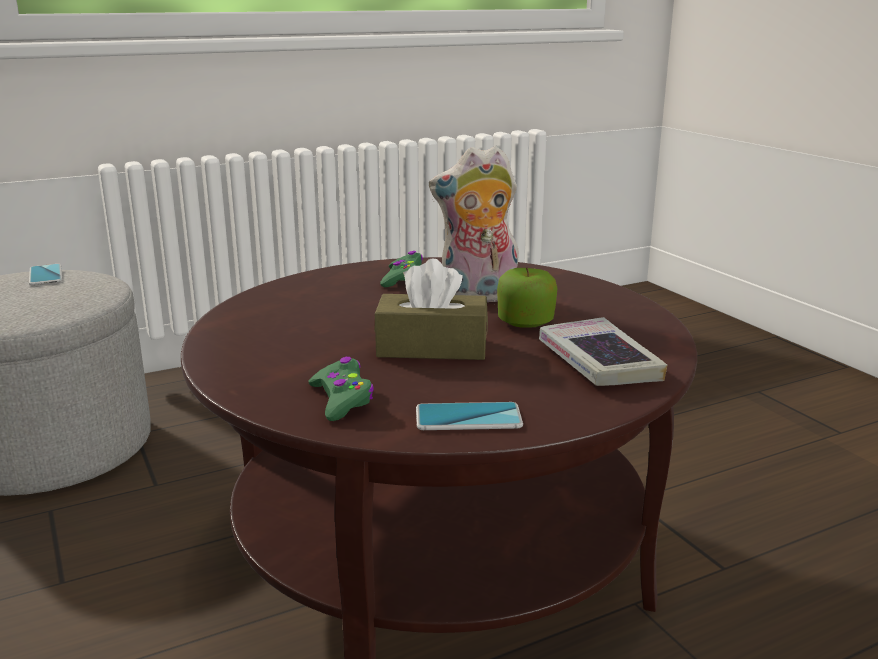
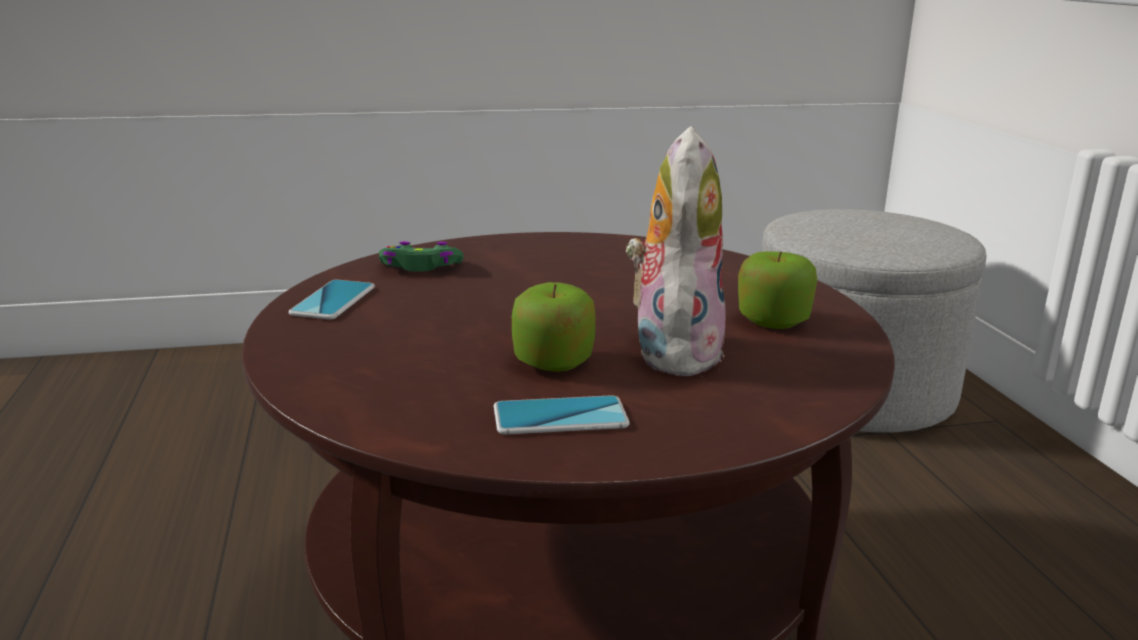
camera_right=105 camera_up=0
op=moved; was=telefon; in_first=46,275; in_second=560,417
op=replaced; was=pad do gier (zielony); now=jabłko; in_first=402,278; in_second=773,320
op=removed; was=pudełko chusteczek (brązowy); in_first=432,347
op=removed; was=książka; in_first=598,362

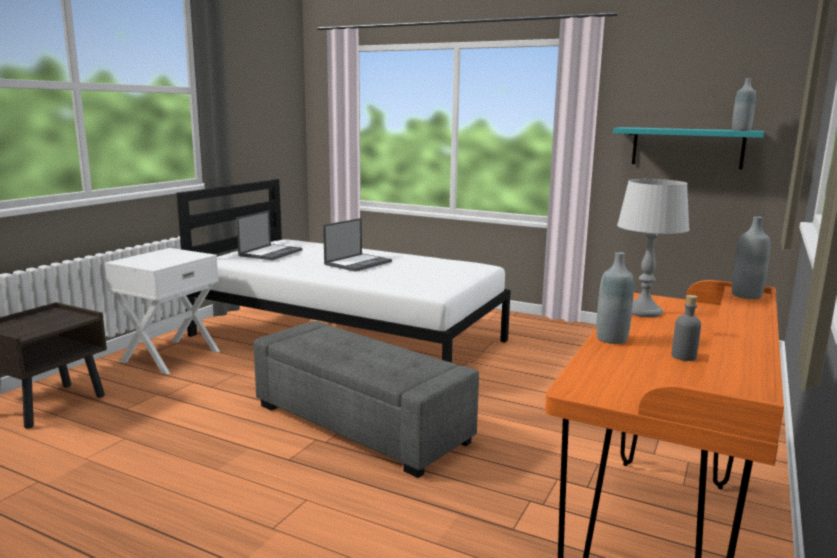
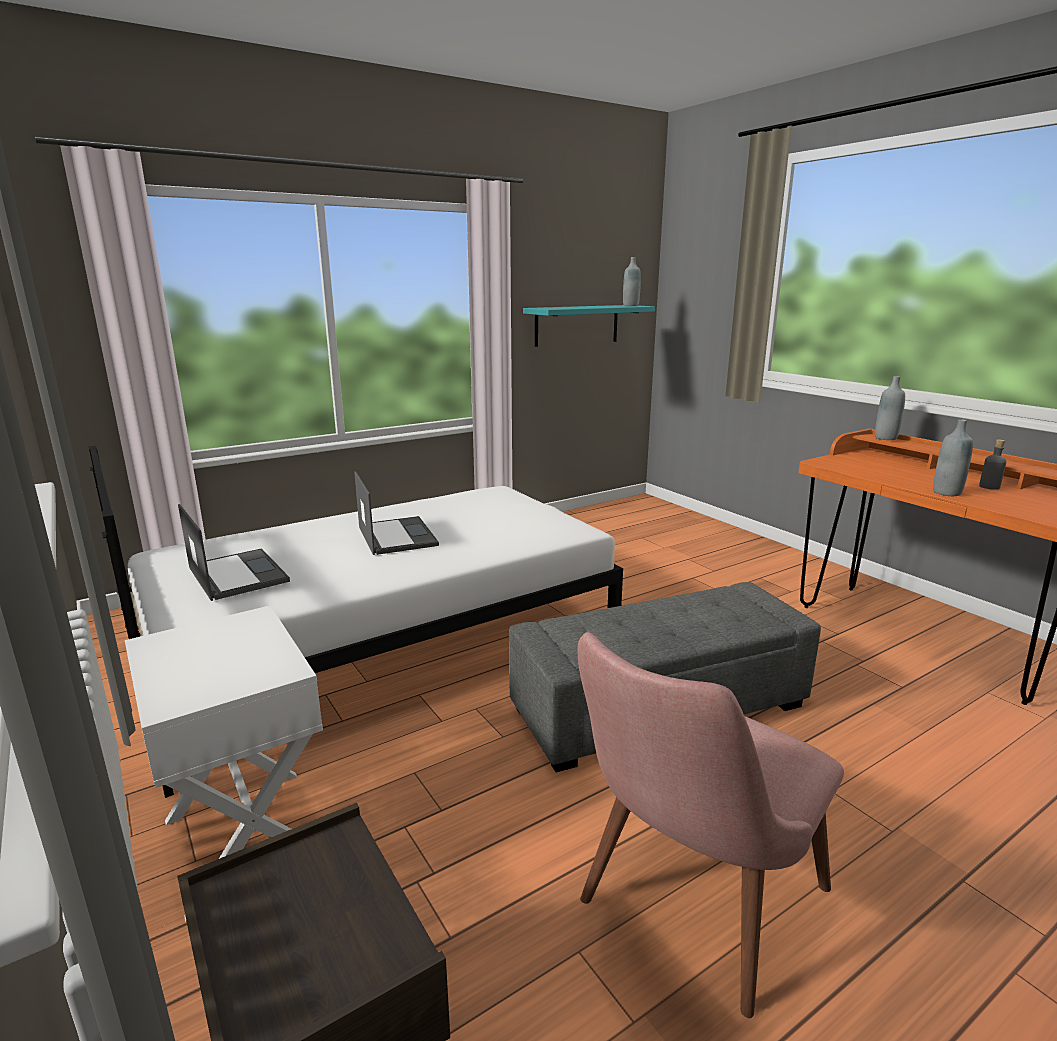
camera_right=-60 camera_up=5
op=added; now=krzesło (różowy); in_second=689,913
op=removed; was=lampa stołowa (szary); in_first=643,312

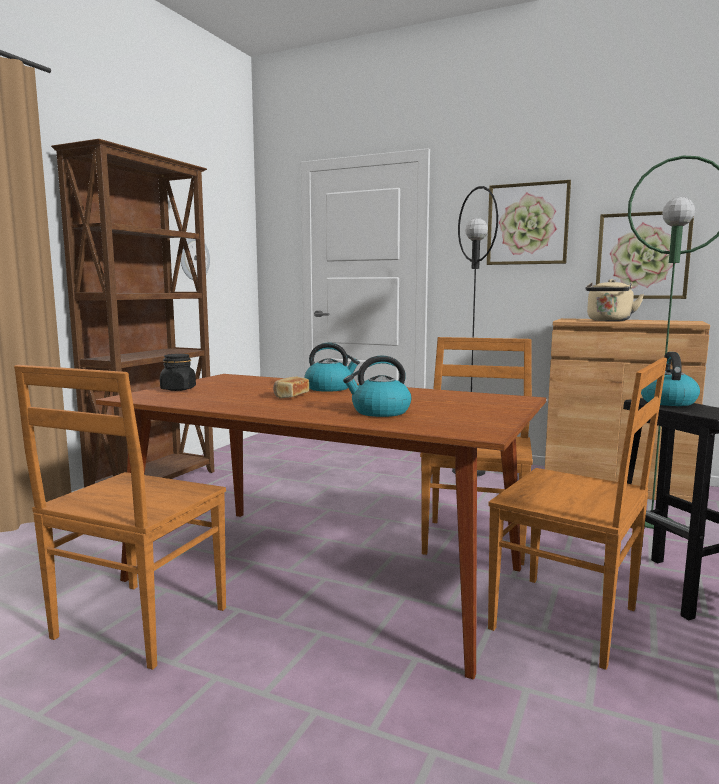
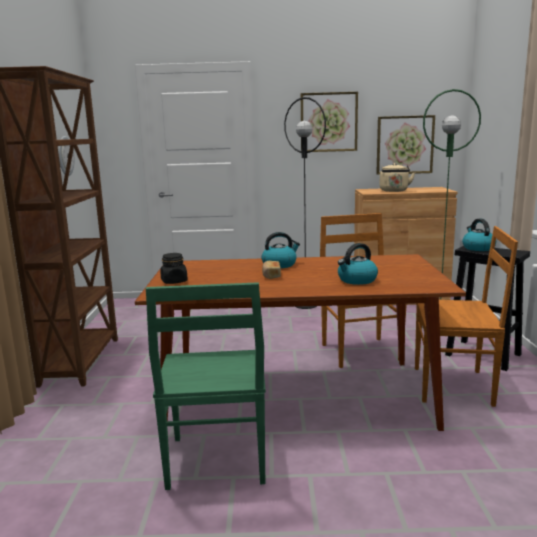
camera_right=-25 camera_up=5
op=recoloured; was=krzesło (brązowy); now=krzesło (zielony); in_first=137,625; in_second=216,462

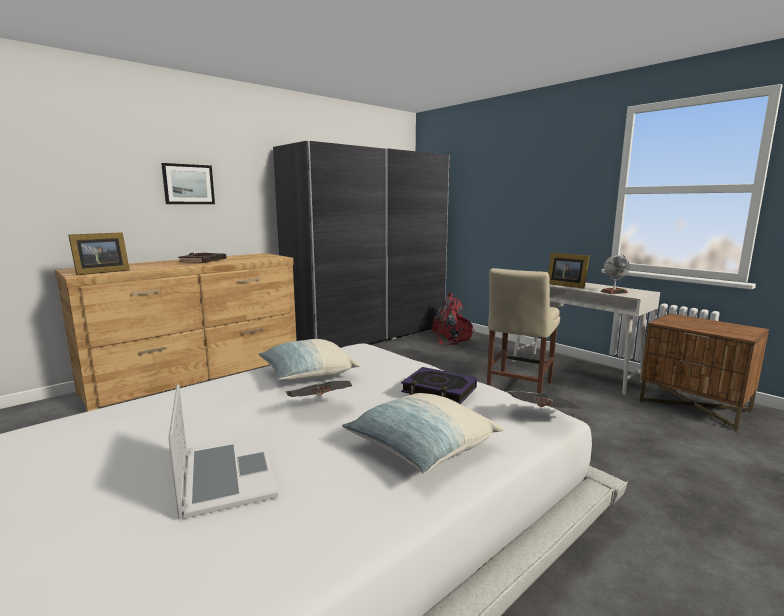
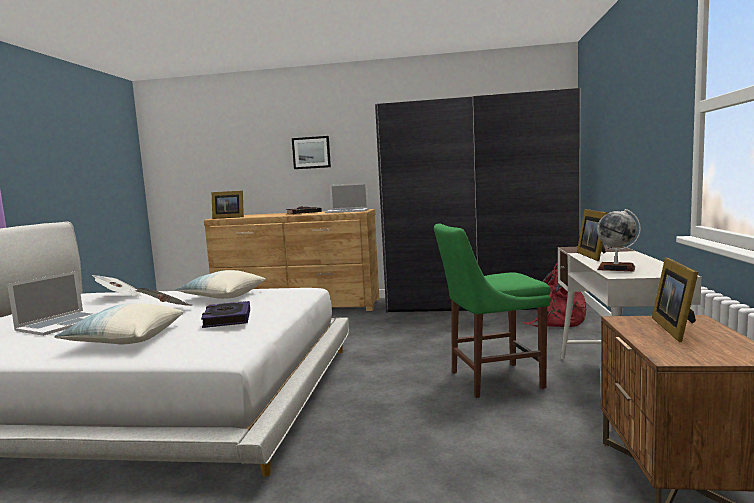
camera_right=50 camera_up=-5
op=moved; was=gazeta; in_first=541,418; in_second=120,297
op=added; now=laptop; in_second=347,211
op=recoloured; was=krzesło (beżowy); now=krzesło (zielony); in_first=518,388; in_second=491,380
op=added; now=ramka na zdjęcie; in_second=676,328

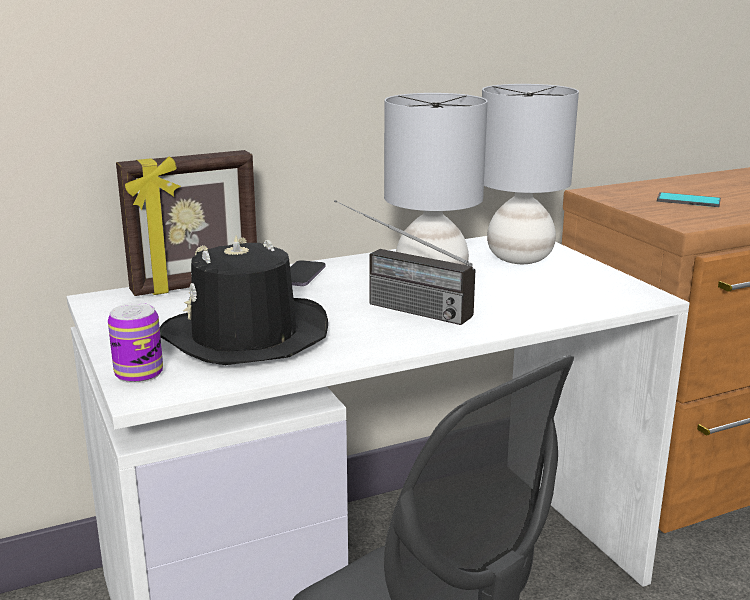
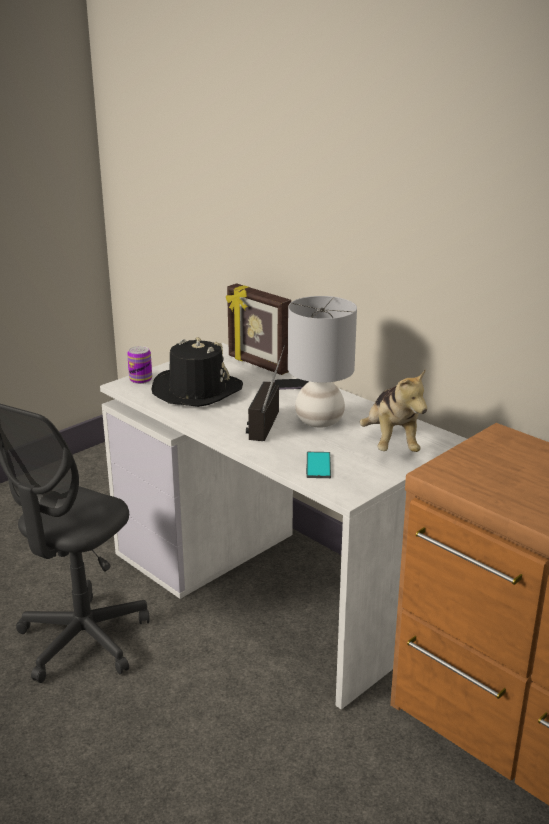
camera_right=70 camera_up=5
op=moved; was=telefon; in_first=688,201; in_second=318,465
op=replaced; was=lampa stołowa (szary); now=pluszak; in_first=518,258; in_second=391,443

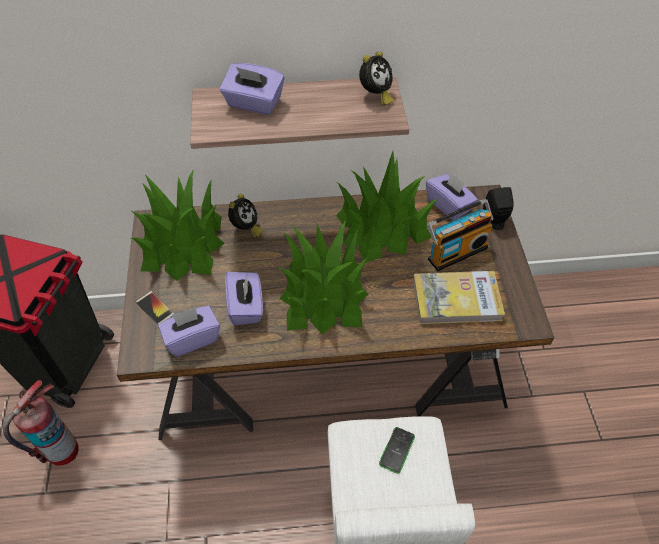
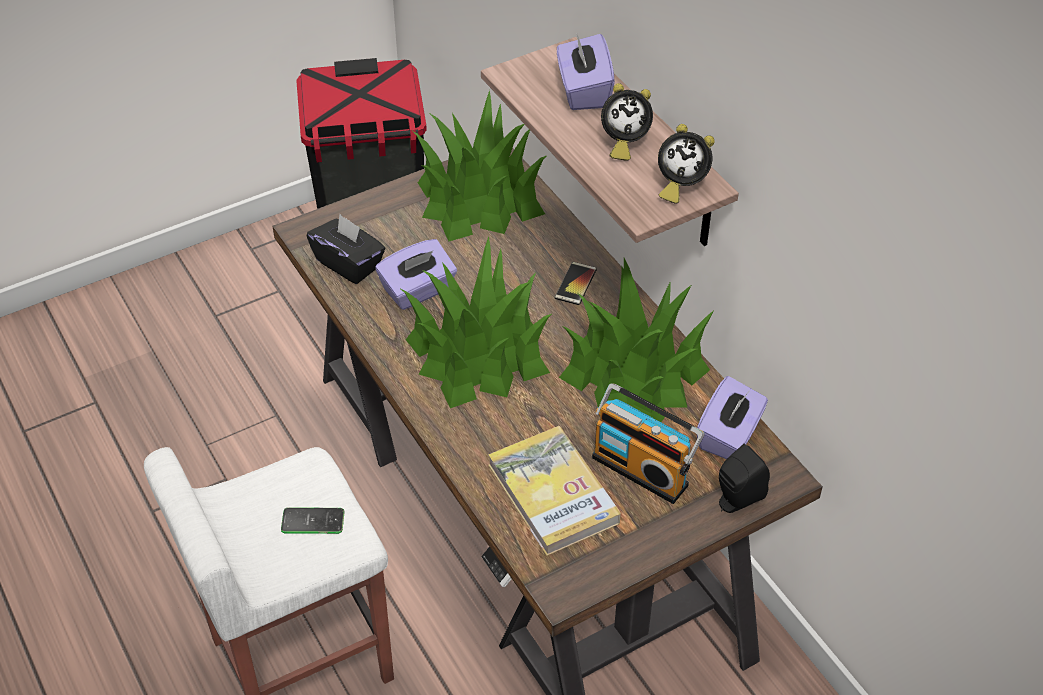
camera_right=65 camera_up=-5
op=recoloured; was=pudełko chusteczek (fioletowy); now=pudełko chusteczek (czarny); in_first=192,338; in_second=349,263
op=moved; was=telefon; in_first=155,309; in_second=575,284
op=moved; was=budzik; in_first=245,228; in_second=623,143
op=removed; was=gaśnica; in_first=61,451

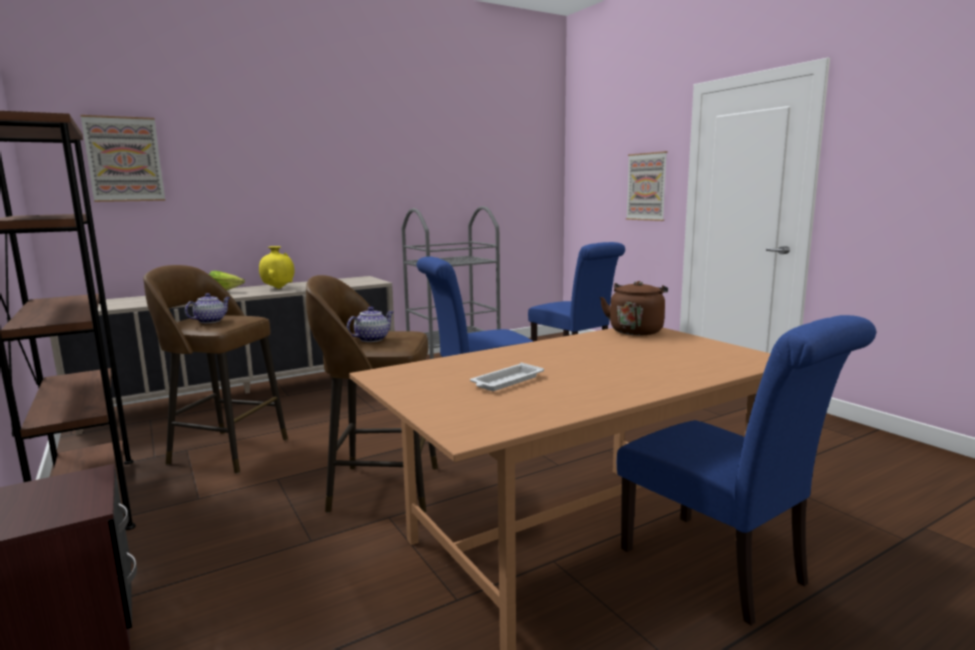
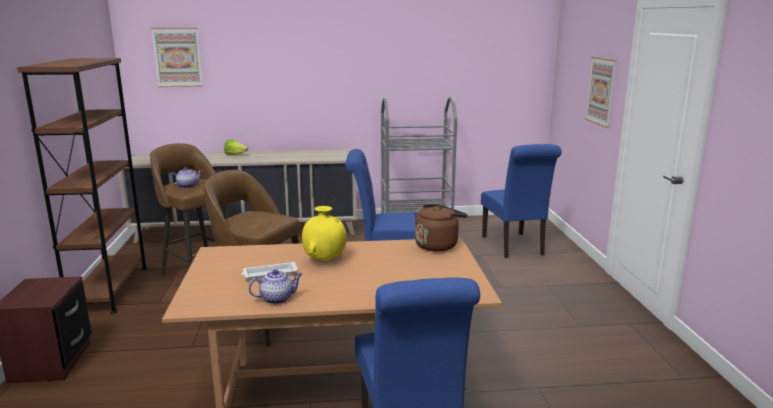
camera_right=25 camera_up=5
op=moved; was=imbryk; in_first=372,339; in_second=277,299
op=moved; was=wazon (żółty); in_first=278,288; in_second=325,260

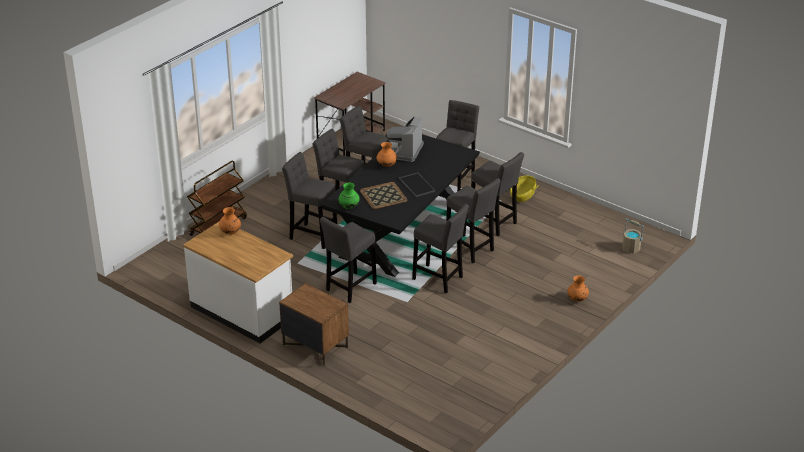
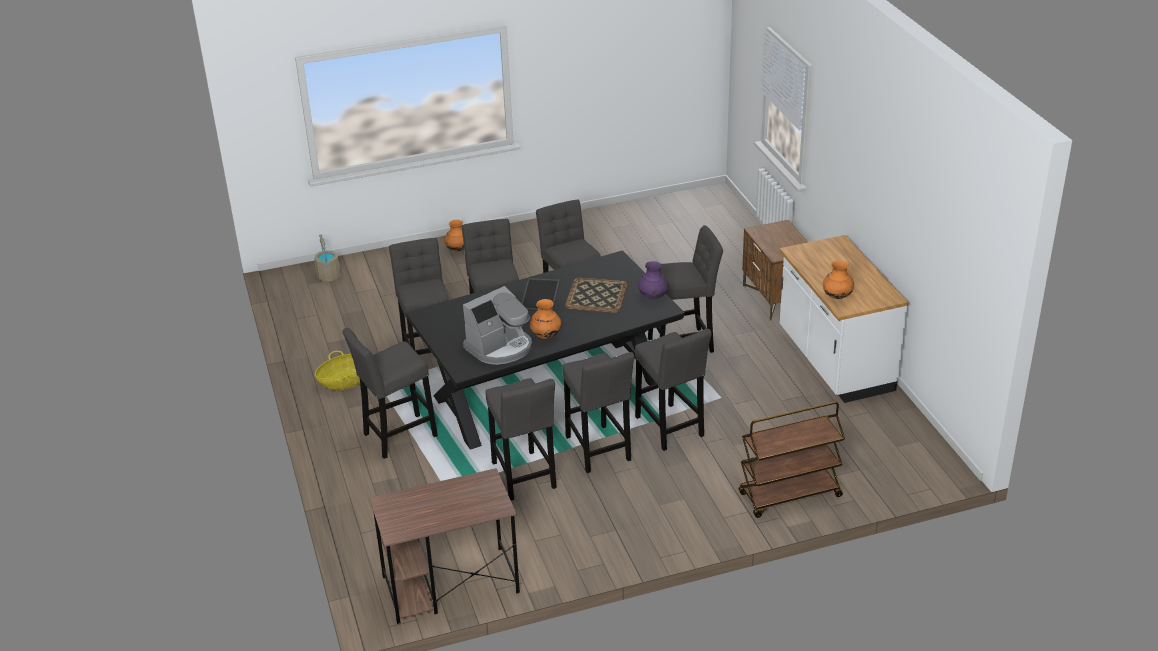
camera_right=-145 camera_up=0
op=recoloured; was=wazon (zielony); now=wazon (fioletowy); in_first=349,207; in_second=653,296

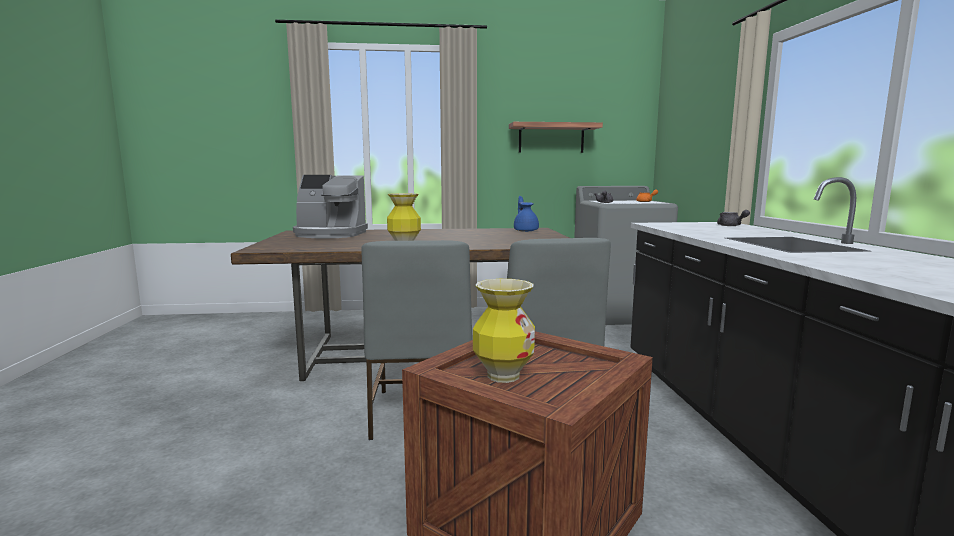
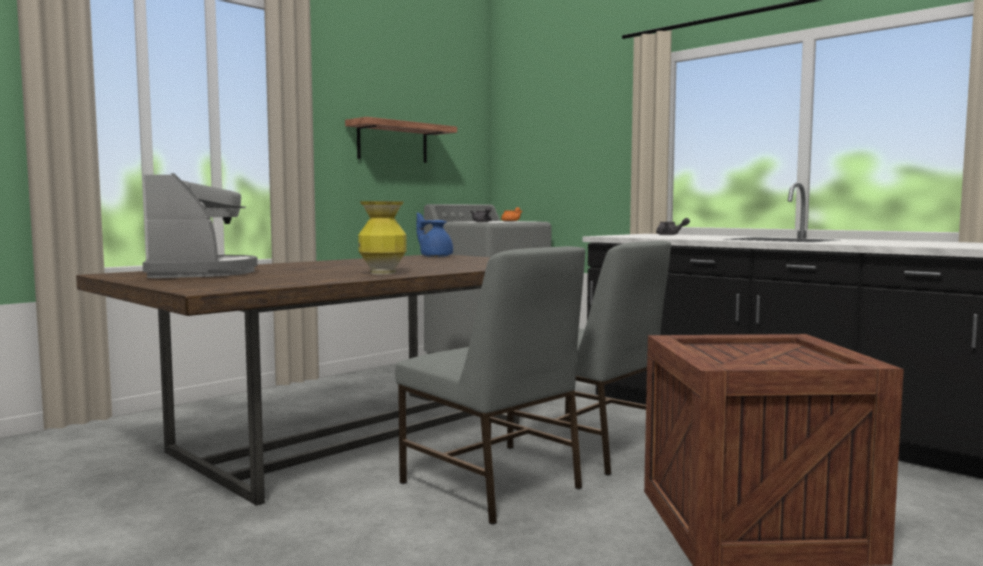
camera_right=-40 camera_up=-5
op=turned; was=ekspres do kawy; in_first=330,234; in_second=199,273; clockwise=-75
op=removed; was=wazon; in_first=503,376

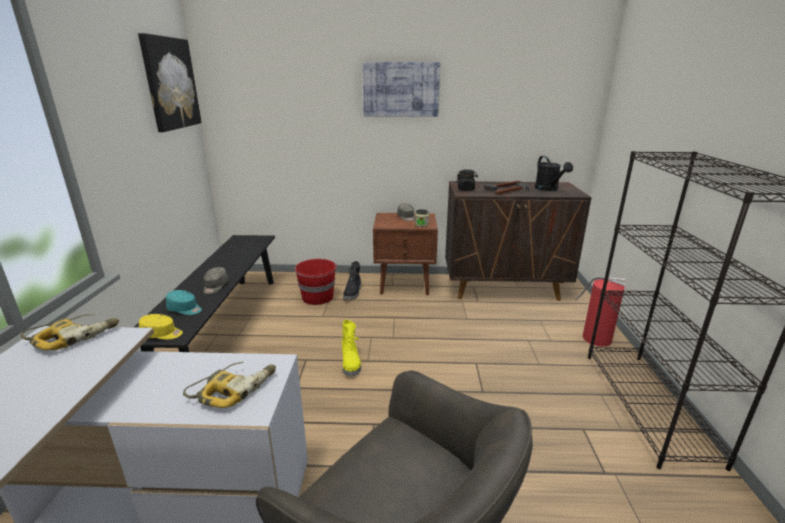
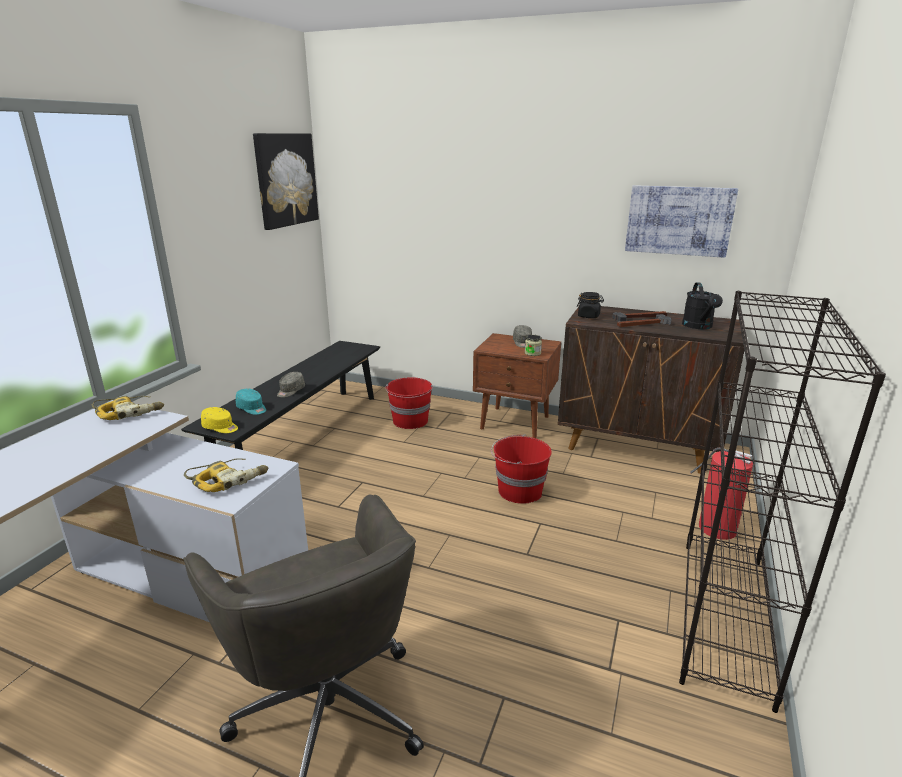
camera_right=20 camera_up=0
op=added; now=wiadro (czerwony); in_second=519,491
op=moved; was=obraz; in_first=401,89; in_second=678,220
op=removed; was=but z cholewką (żółty); in_first=351,363
op=removed; was=but z cholewką (czarny); in_first=353,293

